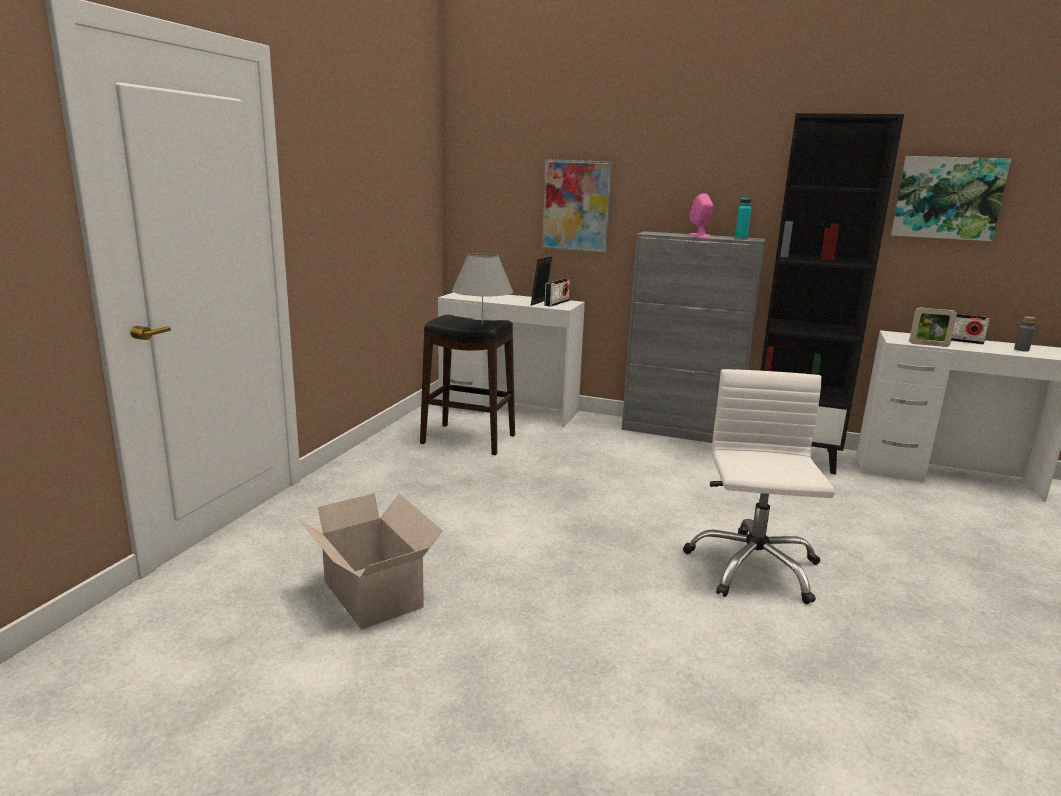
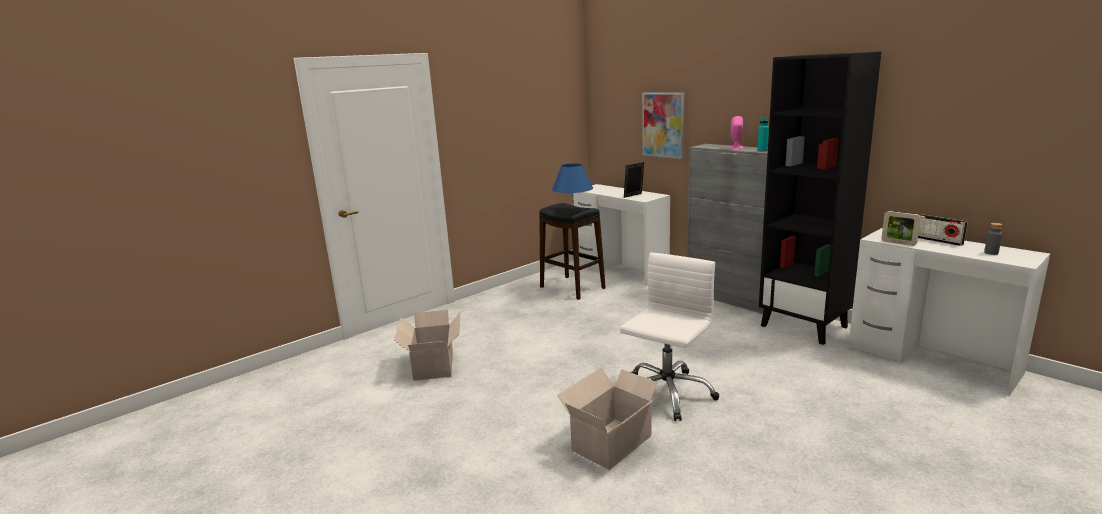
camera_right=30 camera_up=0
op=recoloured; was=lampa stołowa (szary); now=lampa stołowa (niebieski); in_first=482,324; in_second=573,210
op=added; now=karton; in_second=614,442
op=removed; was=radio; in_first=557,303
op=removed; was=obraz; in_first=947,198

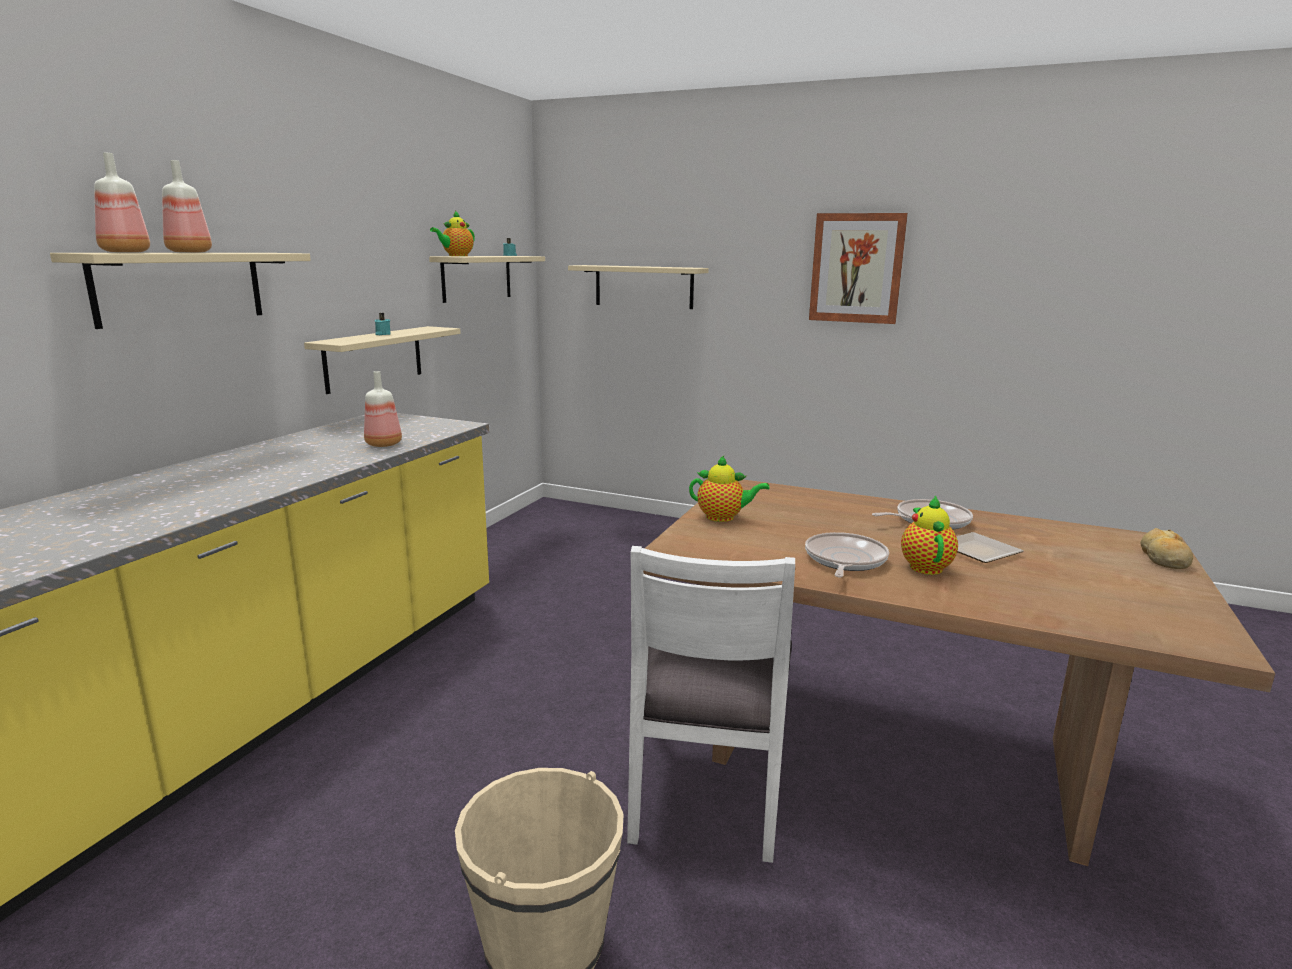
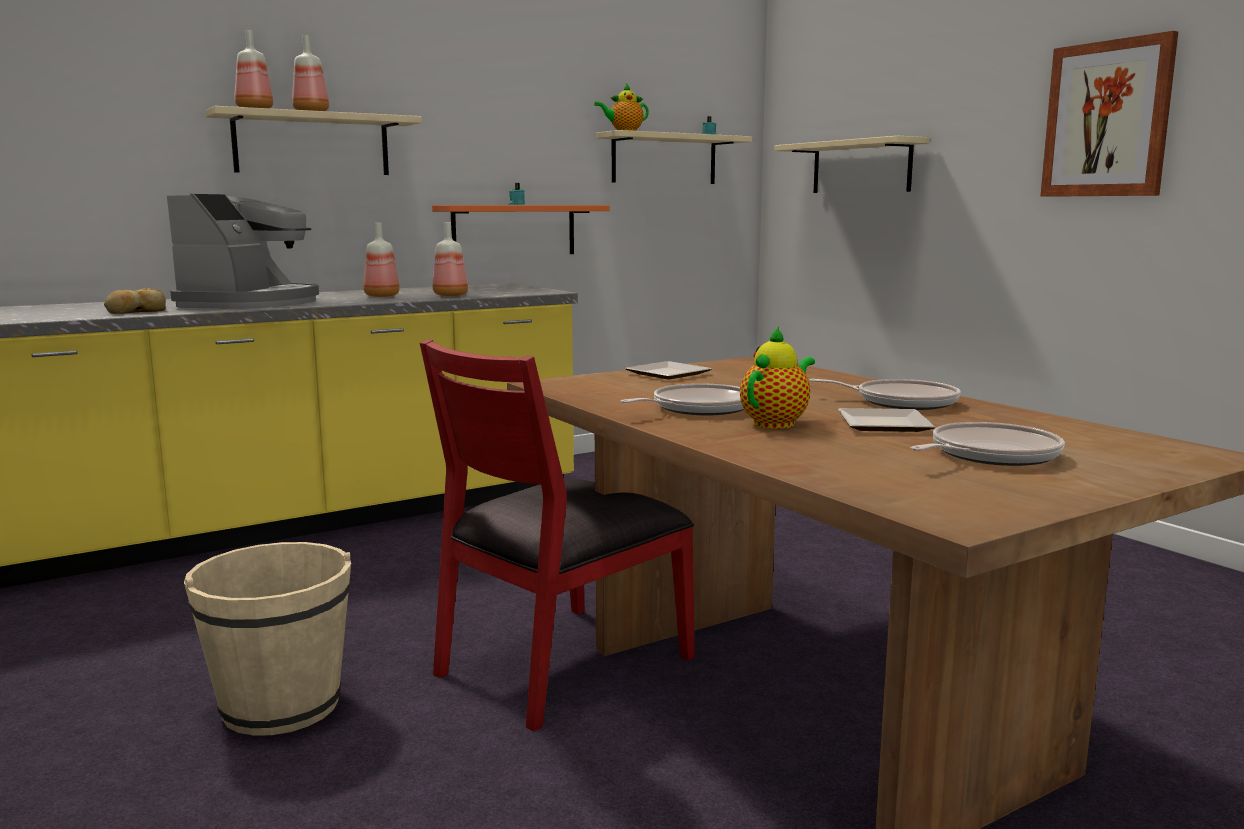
camera_right=35 camera_up=-5
op=moved; was=chleb; in_first=1164,558; in_second=135,311
op=added; now=ekspres do kawy; in_second=251,303
op=added; now=butelka; in_second=380,296
op=recoloured; was=krzesło (biały); now=krzesło (czerwony); in_first=707,787; in_second=561,664
op=recoloured; was=półka (beżowy); now=półka (pomarańczowy); in_first=374,358; in_second=514,230
op=replaced; was=imbryk; now=talerz; in_first=723,517; in_second=665,374
op=added; now=patelnia; in_second=989,455

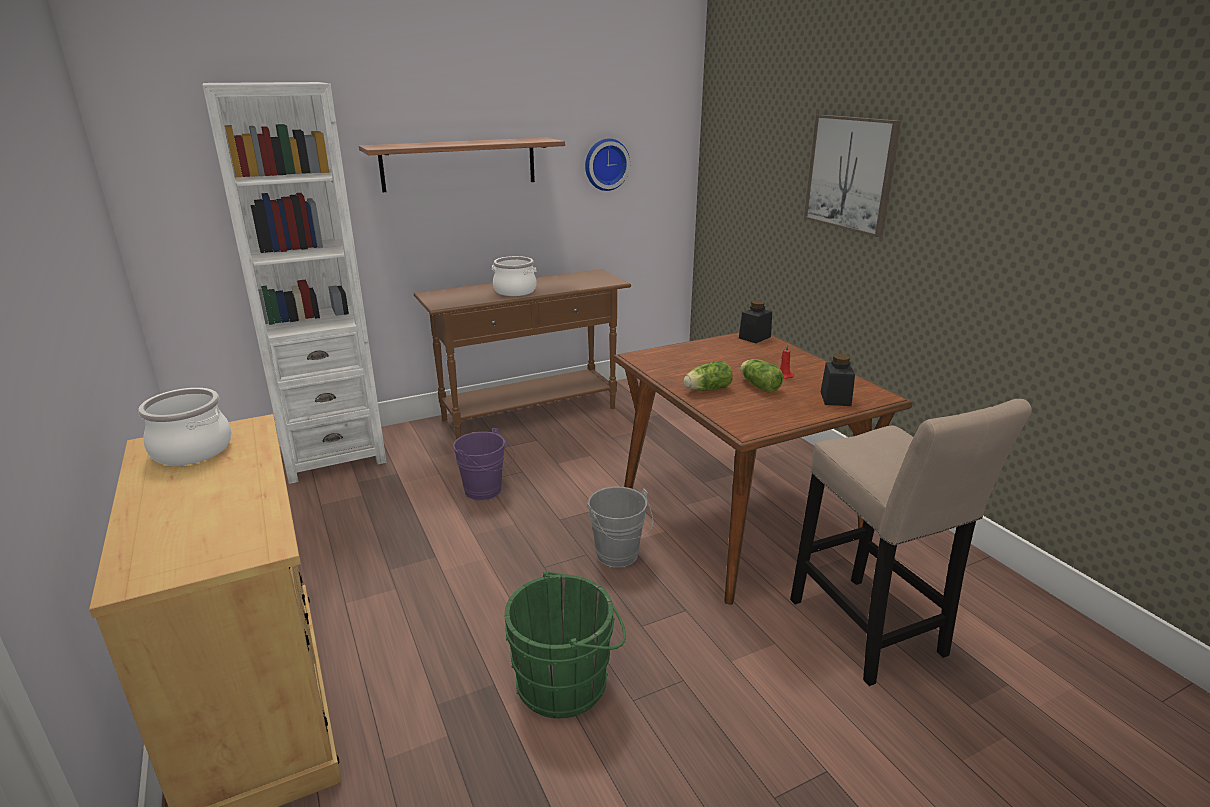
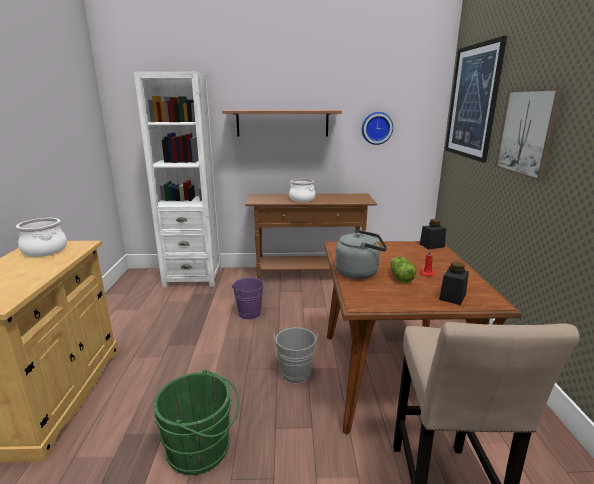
camera_right=25 camera_up=-5
op=replaced; was=sałata; now=czajnik (szary); in_first=706,389; in_second=359,272
op=added; now=obraz; in_second=473,102

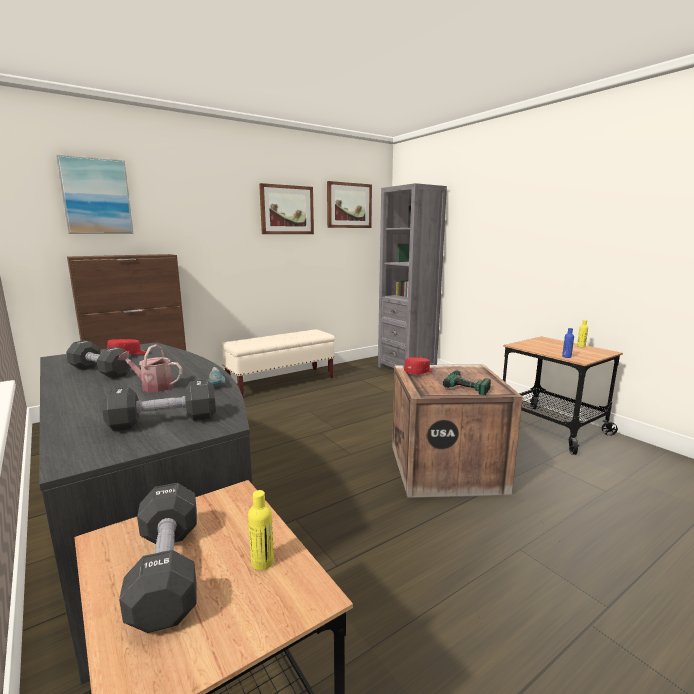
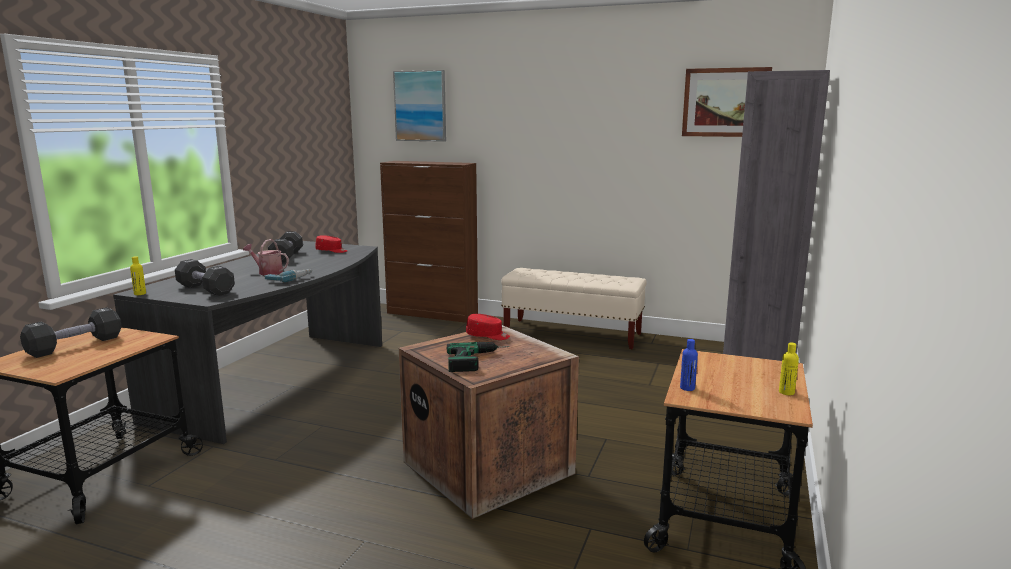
camera_right=55 camera_up=0
op=moved; was=butelka (żółty); in_first=262,562; in_second=140,294
op=turned; was=konewka; in_first=153,386; in_second=268,272; clockwise=-45
op=removed; was=obraz; in_first=287,210

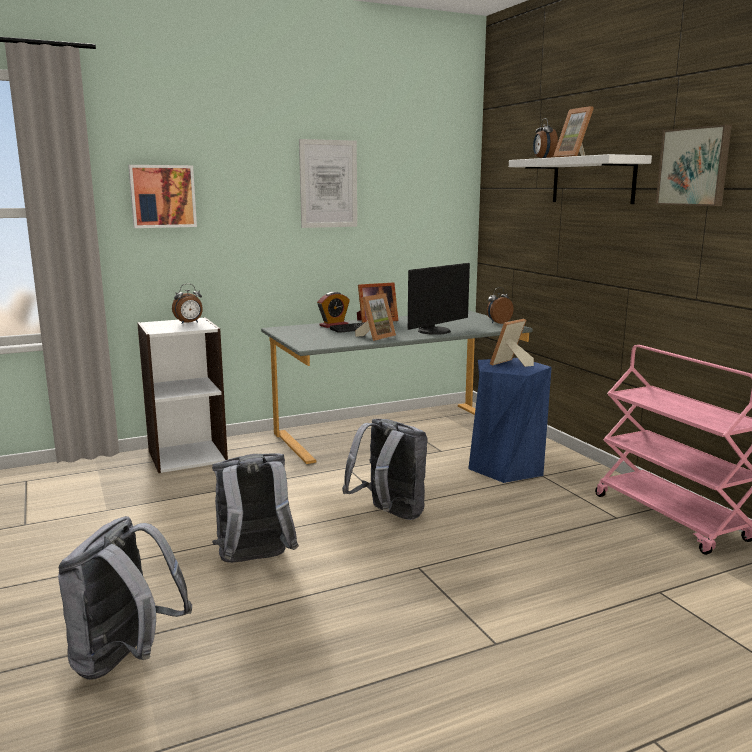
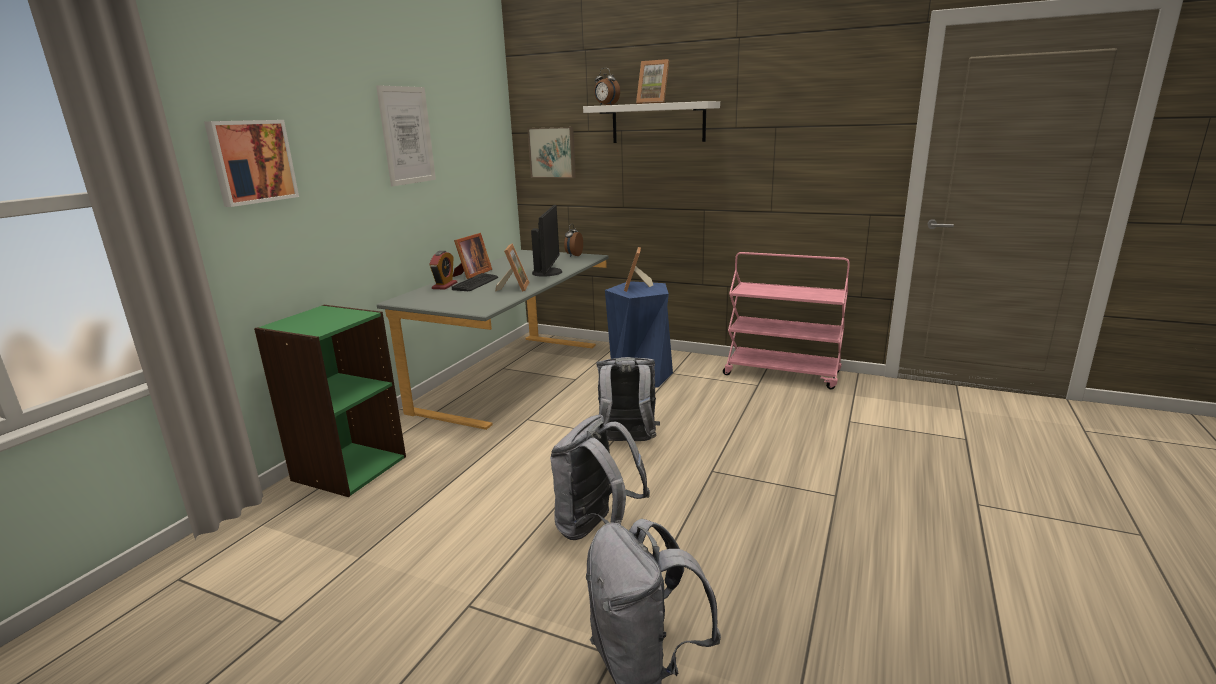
camera_right=-40 camera_up=5
op=recoloured; was=regał (biały); now=regał (zielony); in_first=187,456; in_second=349,468
op=moved; was=obraz; in_first=694,167; in_second=553,152
op=removed; was=budzik; in_first=189,323

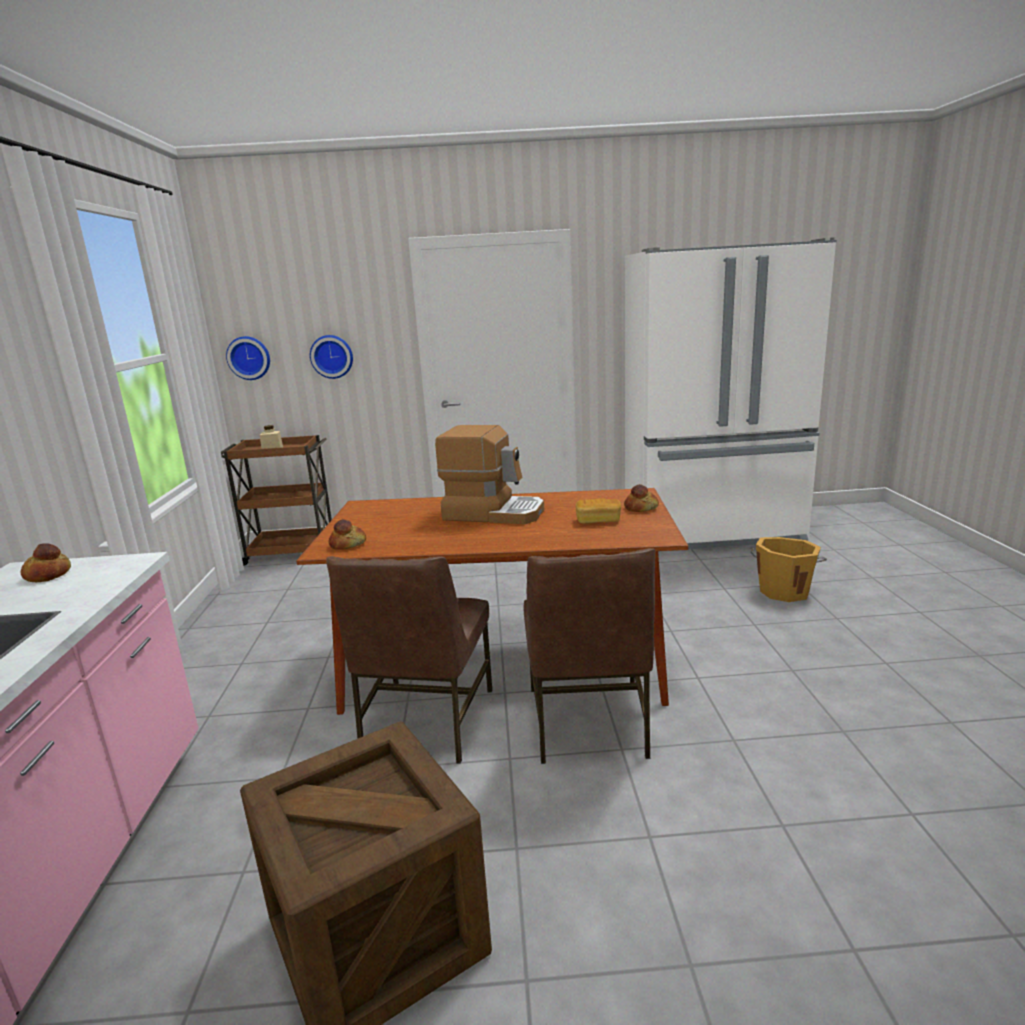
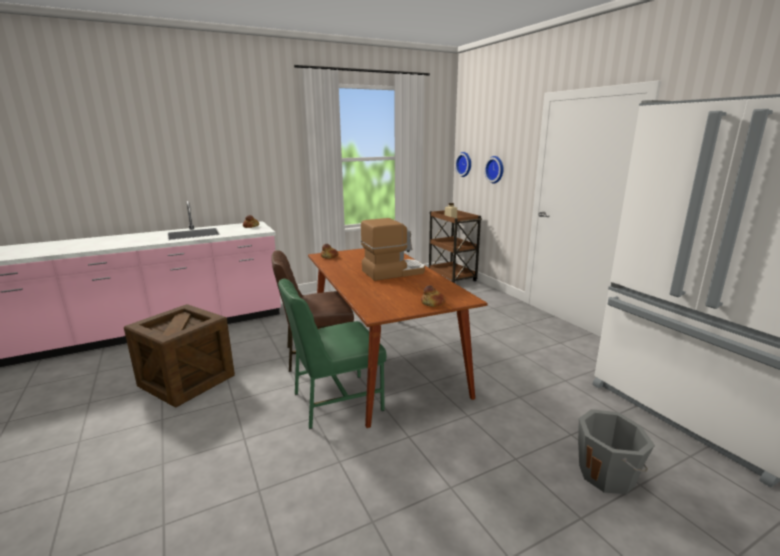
camera_right=65 camera_up=0
op=recoloured; was=krzesło (brązowy); now=krzesło (zielony); in_first=588,722; in_second=335,401
op=turned; was=ekspres do kawy; in_first=493,513; in_second=393,272; clockwise=-105
op=recoloured; was=wiadro (pomarańczowy); now=wiadro (szary); in_first=784,591; in_second=607,474
op=removed; was=chleb; in_first=598,521

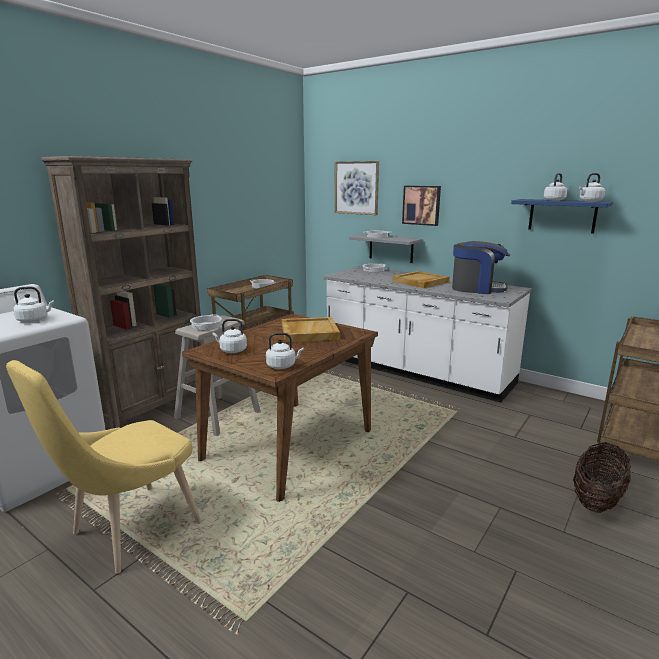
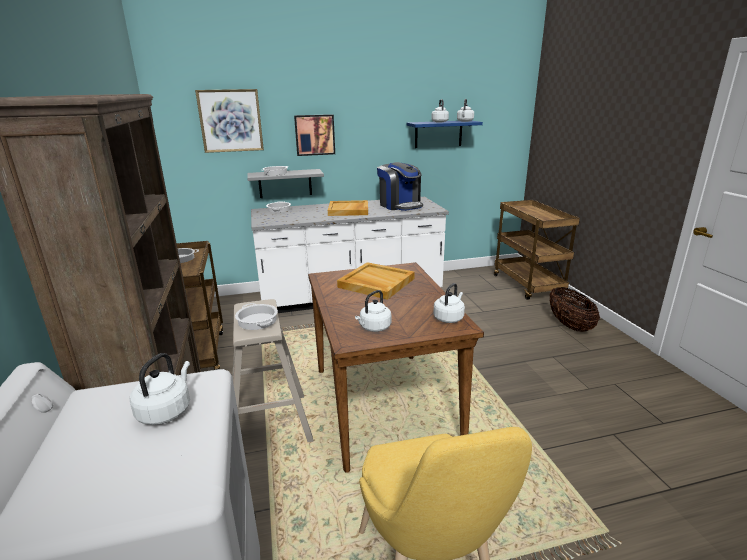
camera_right=-50 camera_up=5
op=turned; was=ekspres do kawy; in_first=477,288; in_second=400,205; clockwise=90

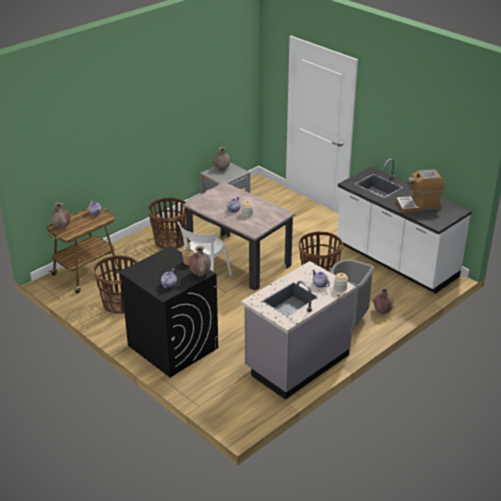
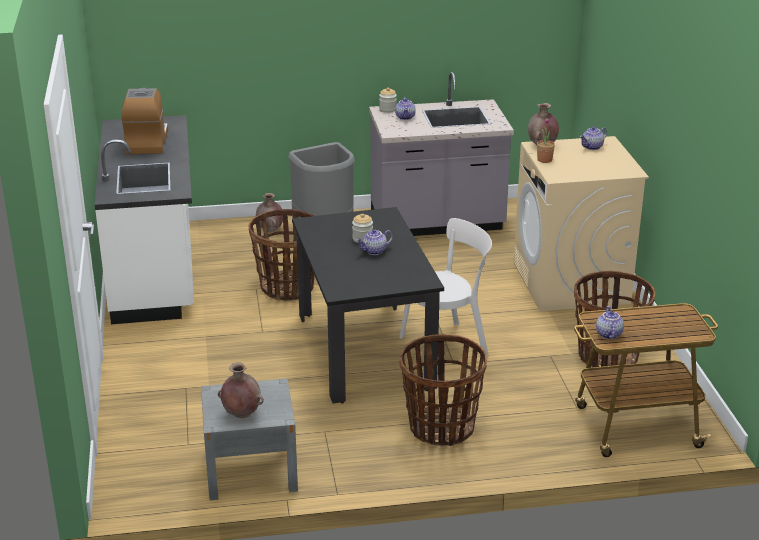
camera_right=-145 camera_up=-5
op=turned; was=ekspres do kawy; in_first=419,205; in_second=147,142; clockwise=-120
op=recoloured; was=stół jadalny (beżowy); now=stół jadalny (czarny); in_first=239,261; in_second=364,351
op=recoloured; was=pralka (czarny); now=pralka (beżowy); in_first=172,346; in_second=571,283
op=removed; was=wazon (brązowy); in_first=62,227

